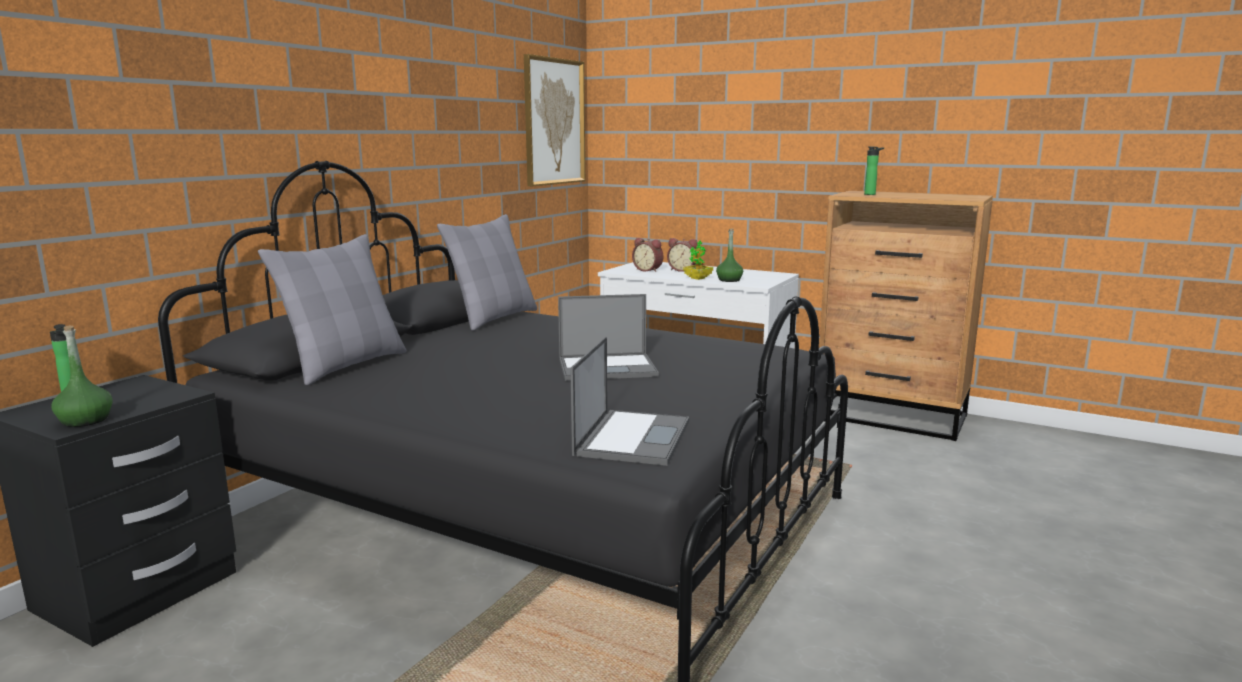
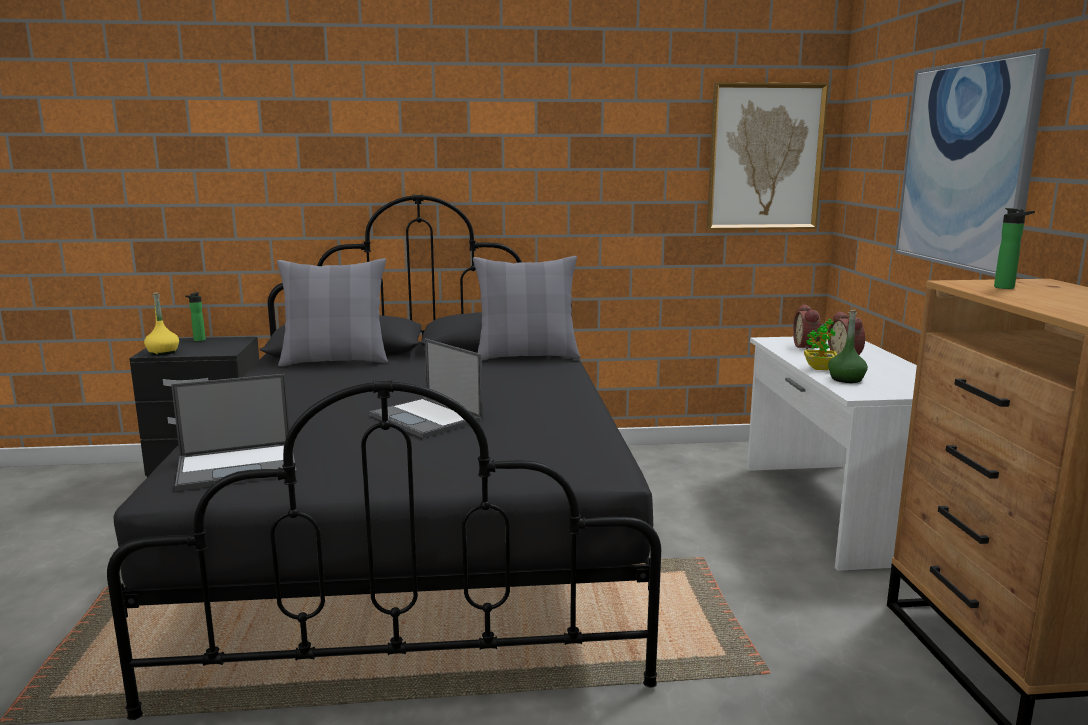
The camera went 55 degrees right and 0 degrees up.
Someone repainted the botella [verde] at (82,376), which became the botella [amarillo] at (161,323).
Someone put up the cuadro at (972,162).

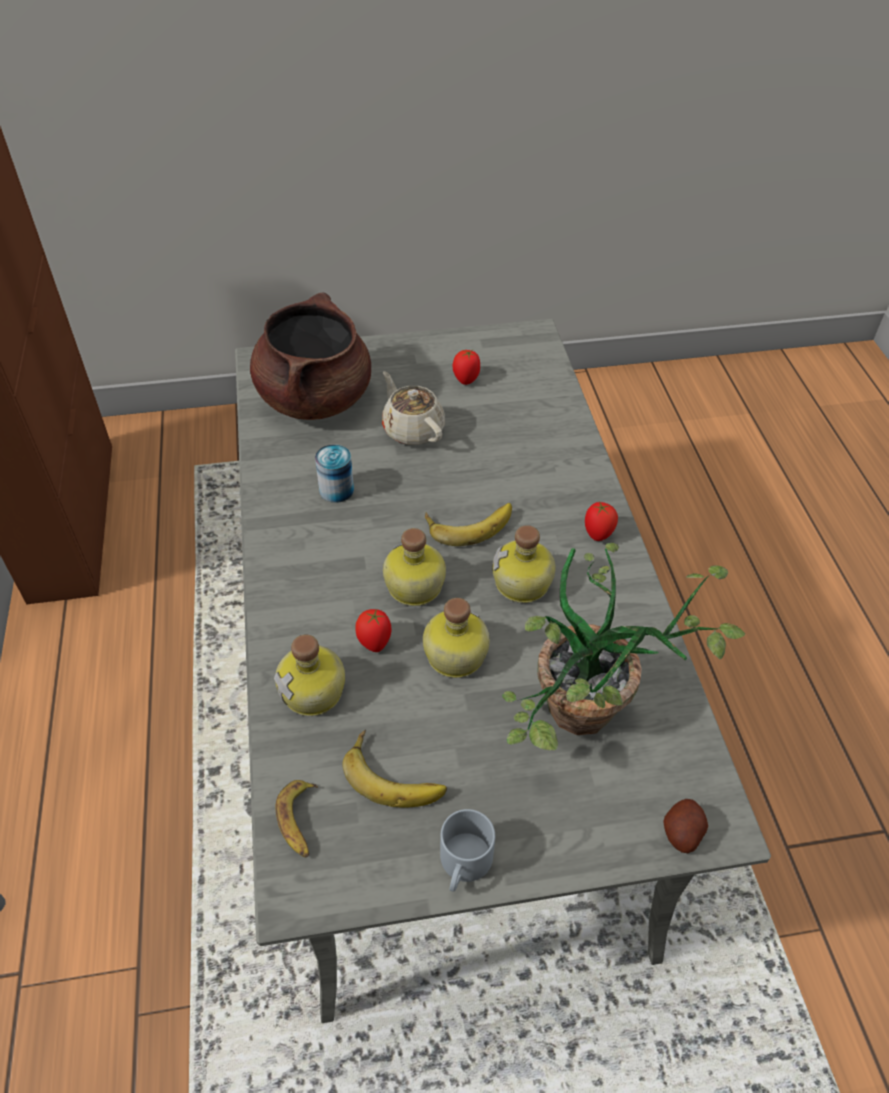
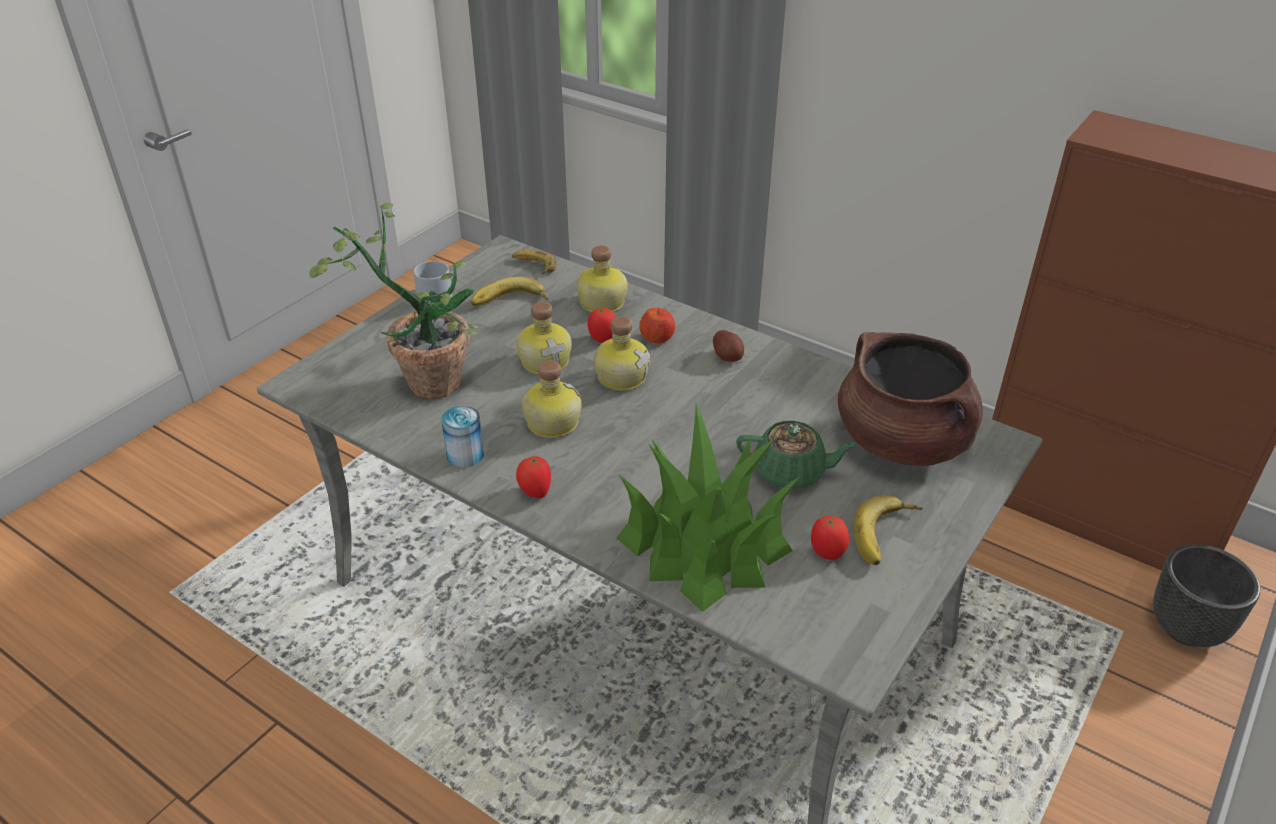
The camera went 135 degrees right and 10 degrees down.
Someone carried the lata from (334,473) to (462,436).
Someone repainted the tetera [beis] at (413,408), which became the tetera [verde] at (796,455).
Someone carried the plátano from (468,524) to (888,530).
Someone carried the patata from (685,826) to (728,346).
Someone put down the planta en maceta at (707,507).
Someone put down the manzana at (657,326).
Someone put down the maceta [negro] at (1206,595).

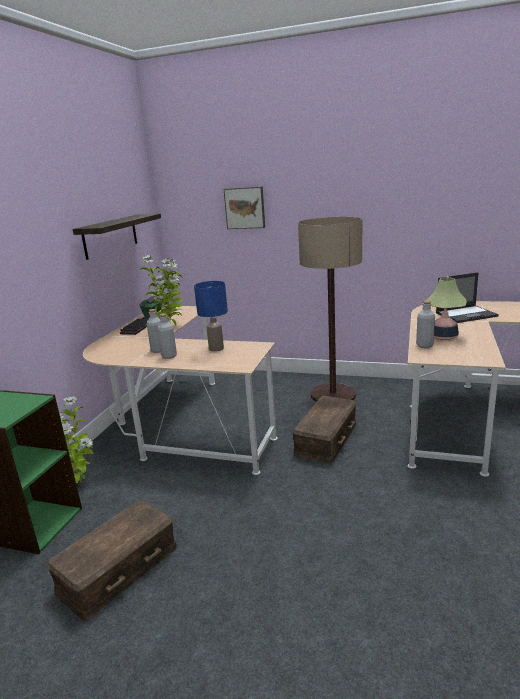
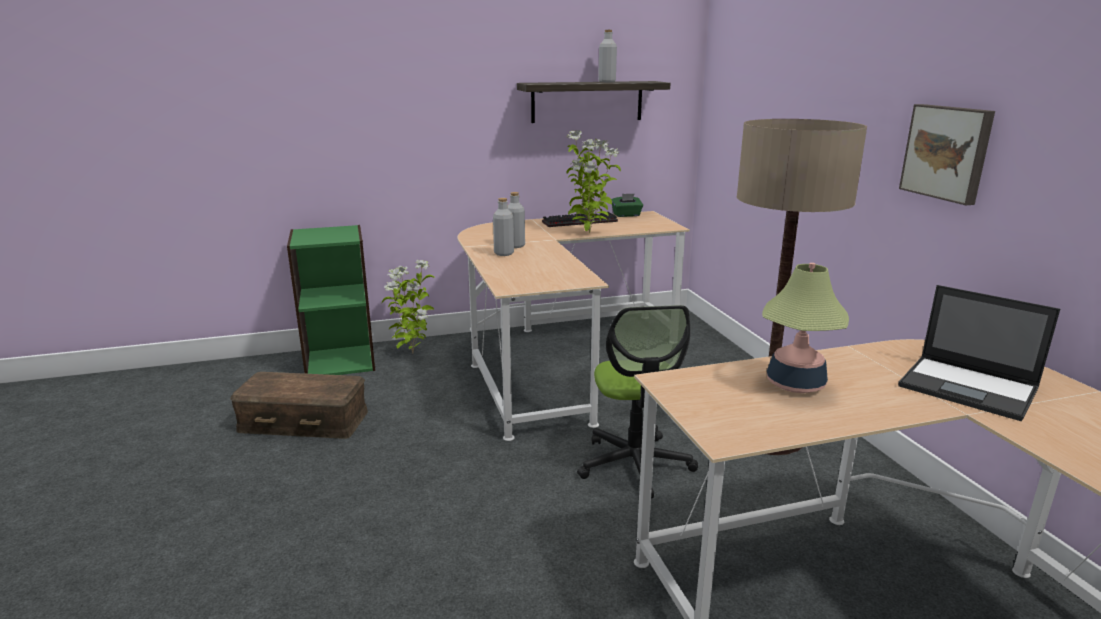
The camera went 55 degrees right and 0 degrees up.
Someone took away the lámpara de mesa [azul] at (211,316).
Someone carried the cuadro from (244,207) to (947,154).
Someone swapped the caja de almacenaje [marrón] at (324,430) for the silla de oficina at (637,401).
Someone carried the botella [gris] from (425,324) to (607,56).

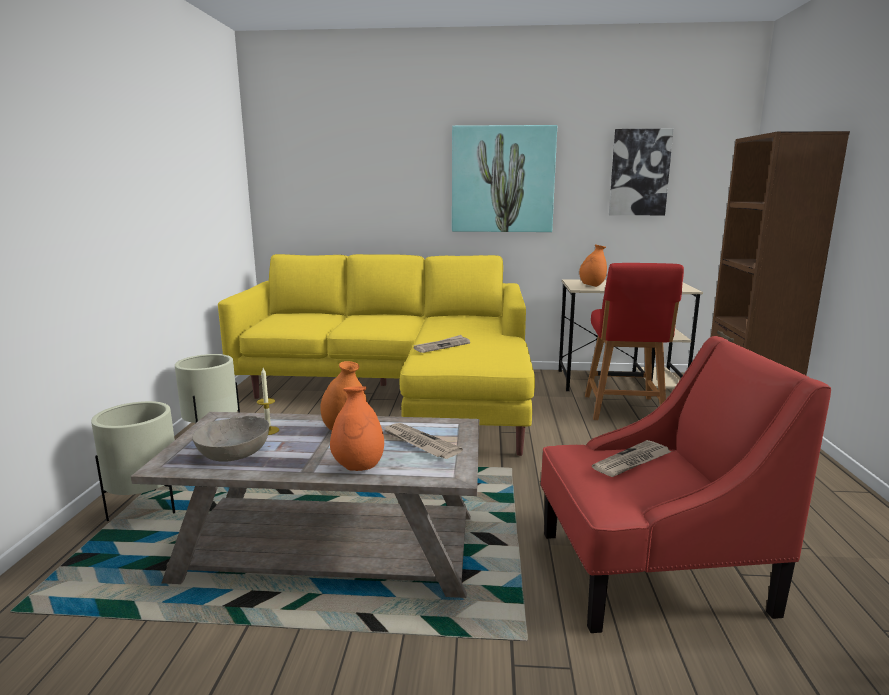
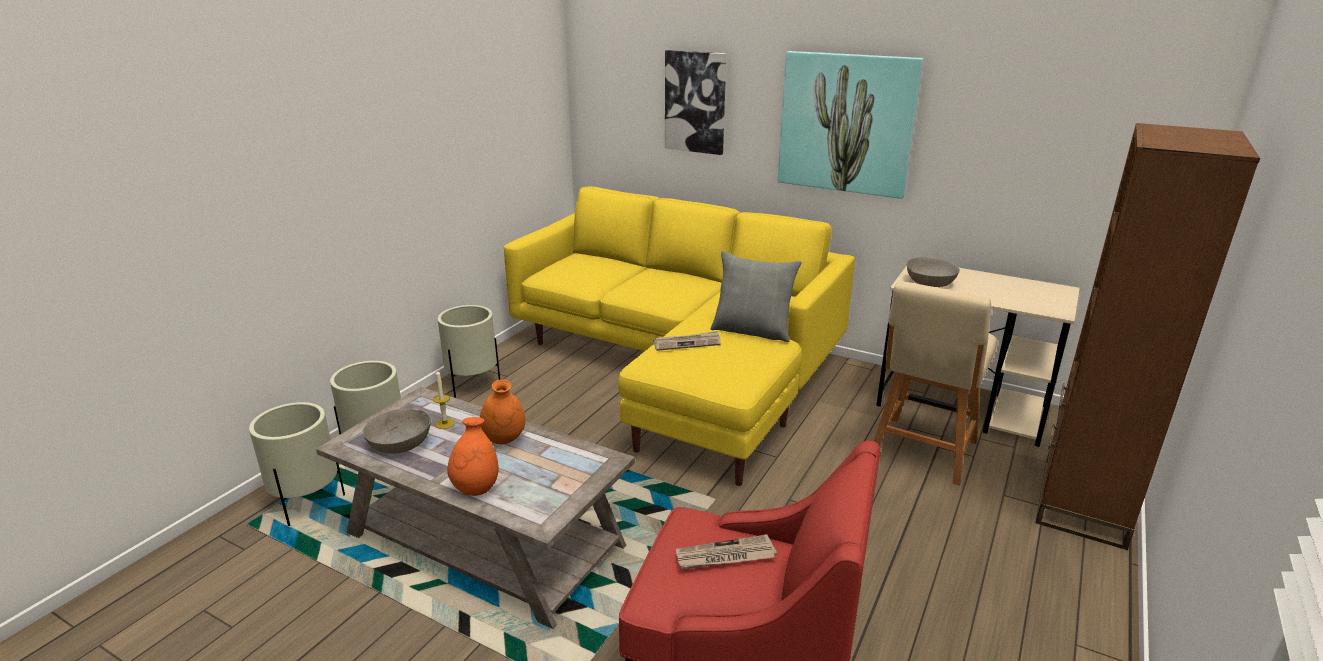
The camera went 25 degrees right and 10 degrees up.
Someone took away the periódico at (422,441).
Someone swapped the florero [naranja] at (593,265) for the cuenco [gris] at (933,272).
Someone repainted the silla [rojo] at (634,341), which became the silla [beis] at (935,383).
Someone carried the cuadro from (641,172) to (696,102).
Someone put down the maceta [beis] at (297,464).
Someone put down the cojín [gris] at (756,296).

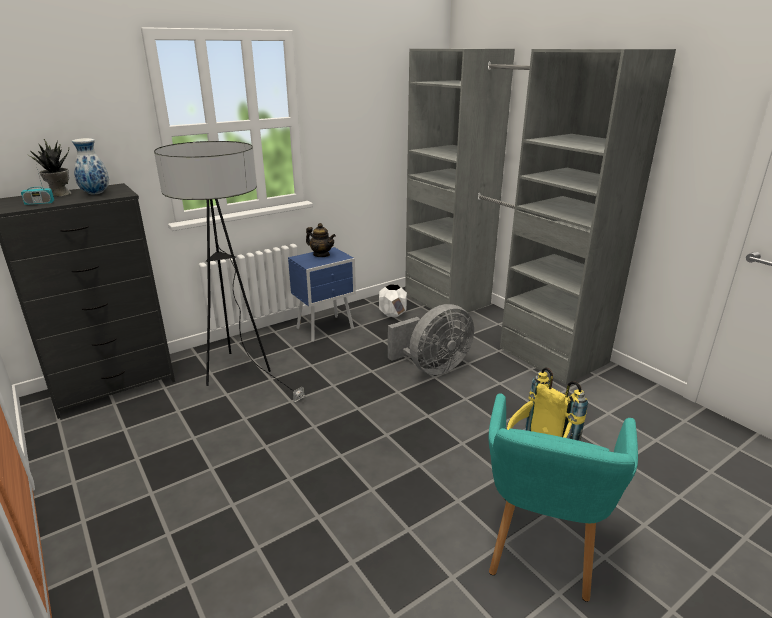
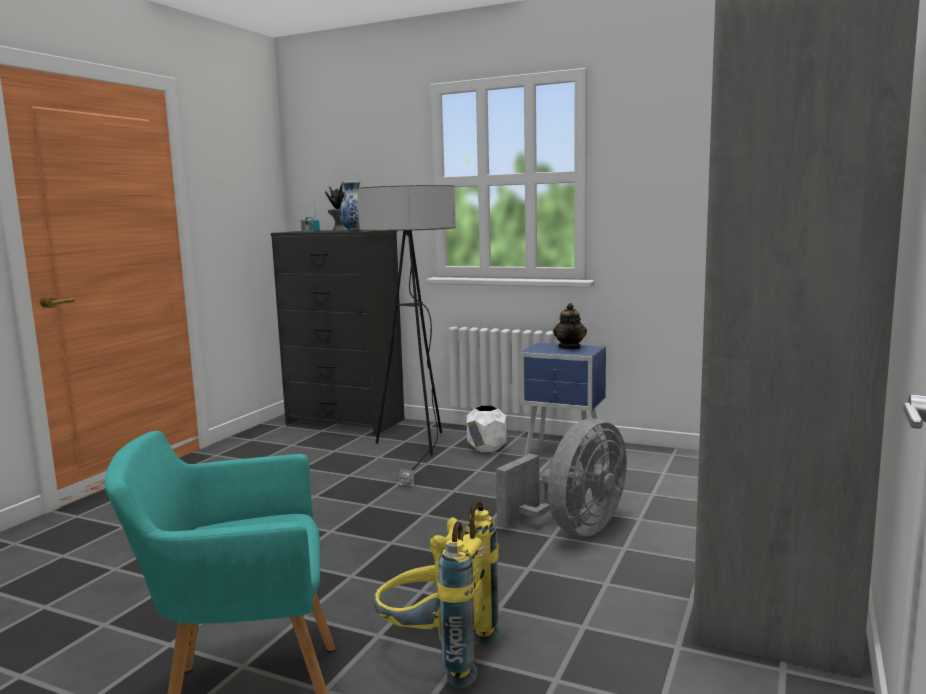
The camera went 60 degrees right and 15 degrees down.
Someone carried the maceta [blanco] from (393,300) to (486,429).
Someone rotated the ventilador [gris] at (431,339) by 75 degrees counterclockwise.

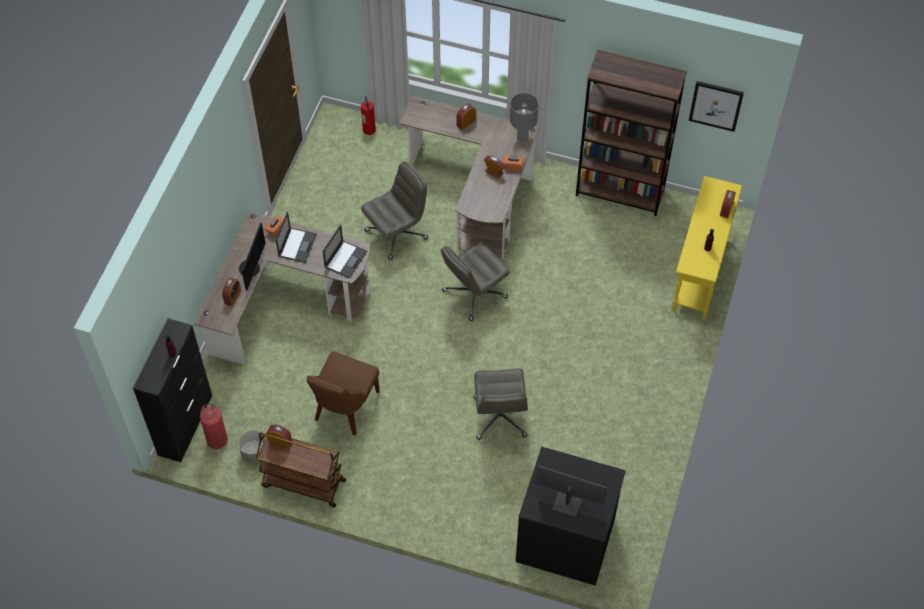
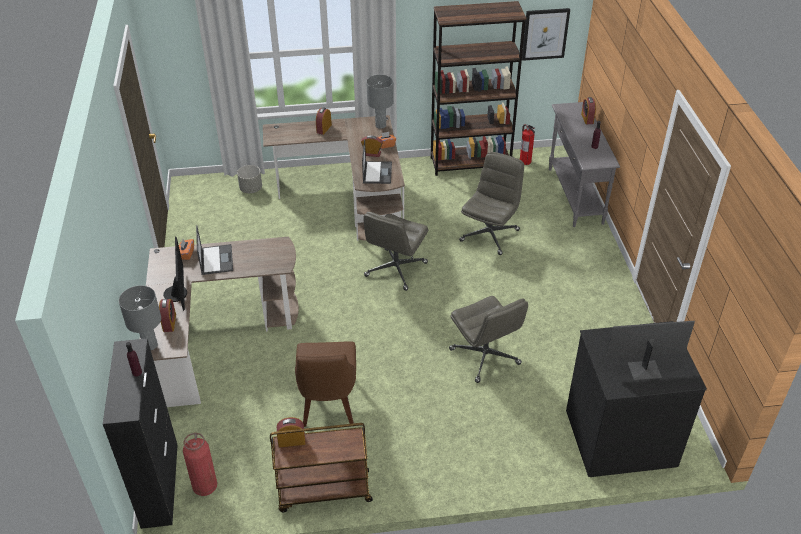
The camera went 25 degrees left and 15 degrees down.
Someone carried the maceta [gris] from (251,447) to (249,179).
Someone carried the portátil from (345,251) to (377,161).
Someone carried the extintor from (368,115) to (527,144).
Someone carried the silla de oficina [gris] from (394,211) to (491,203).
Someone repainted the mesa consola [amarillo] at (707,248), which became the mesa consola [gris] at (584,164).
Someone put down the lámpara de mesa [gris] at (140,317).

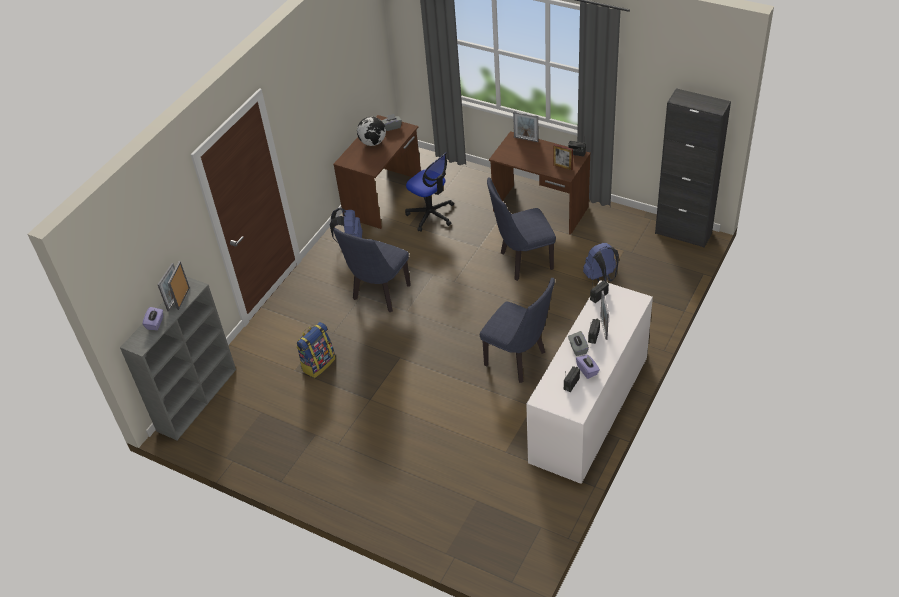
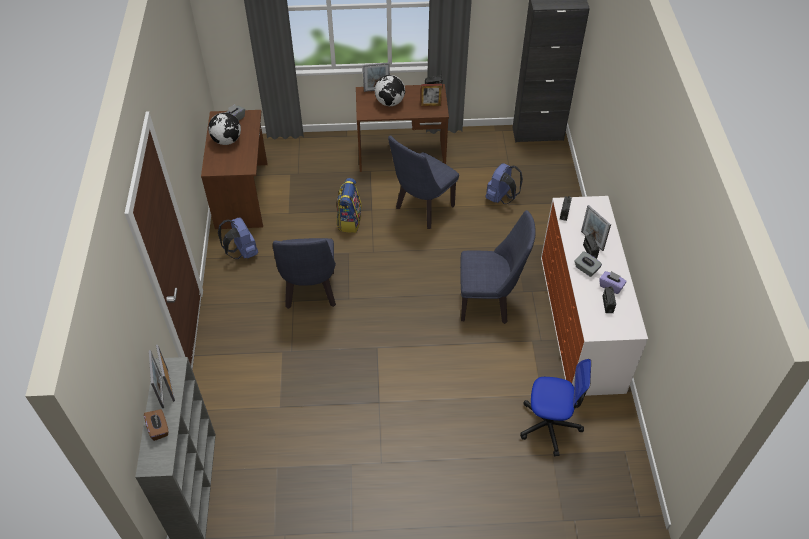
The camera went 35 degrees left and 5 degrees up.
Someone repainted the caja de pañuelos [morado] at (152,318), which became the caja de pañuelos [marrón] at (156,425).
Someone carried the mochila from (316,350) to (349,205).
Someone carried the silla de oficina from (429,192) to (555,407).
Someone put down the globo terráqueo at (390,90).

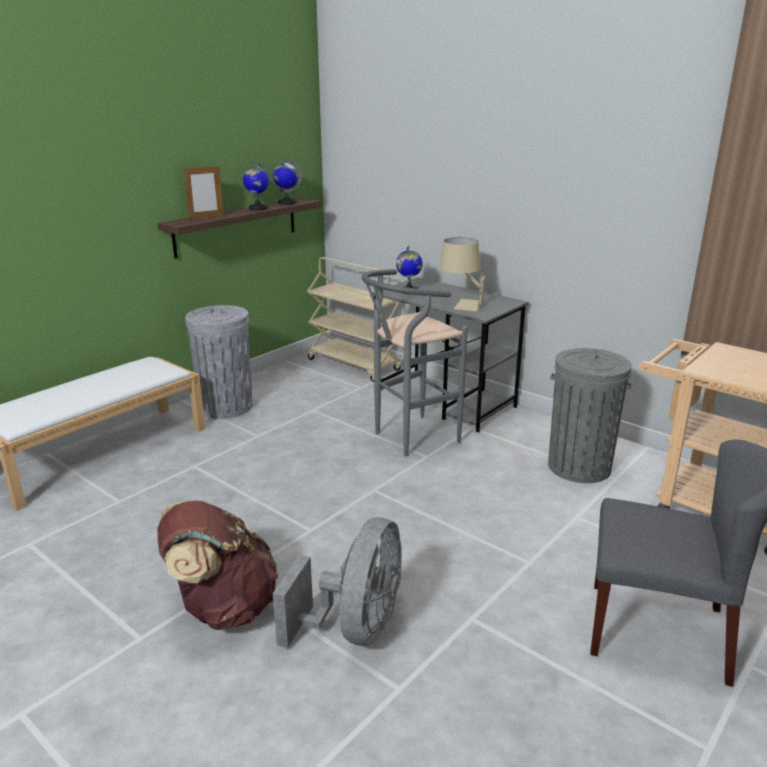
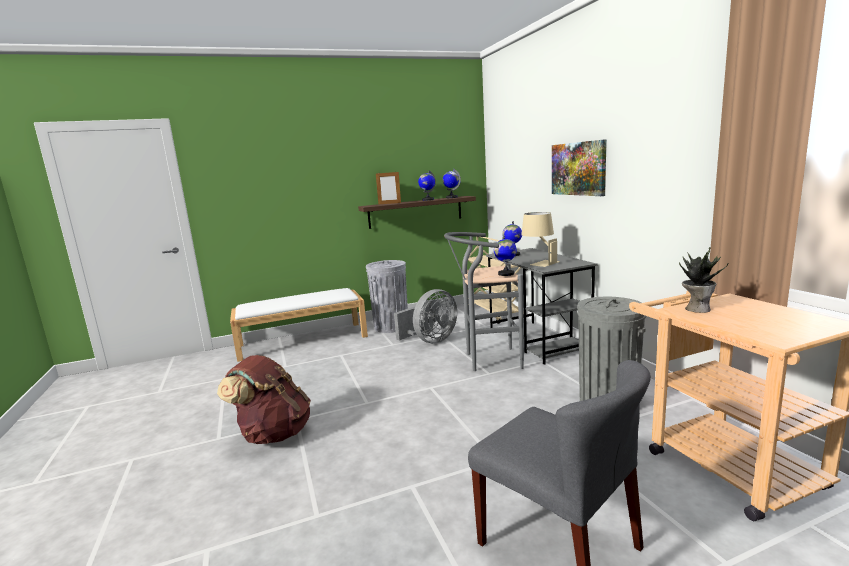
The camera went 30 degrees right and 10 degrees down.
Someone carried the ventilador [gris] from (337,582) to (425,316).
Someone put down the globo terráqueo at (505,256).
Someone put up the cuadro at (579,167).
Someone put down the planta en maceta at (704,280).

